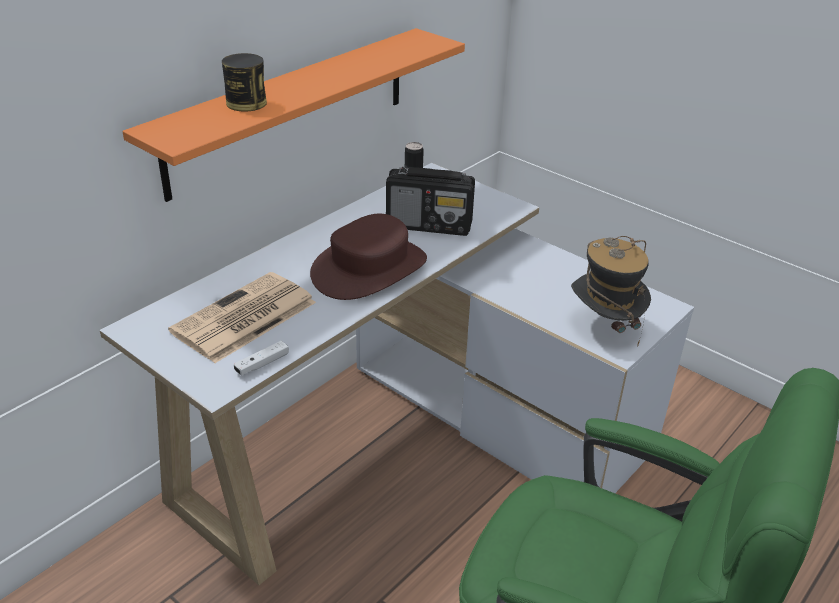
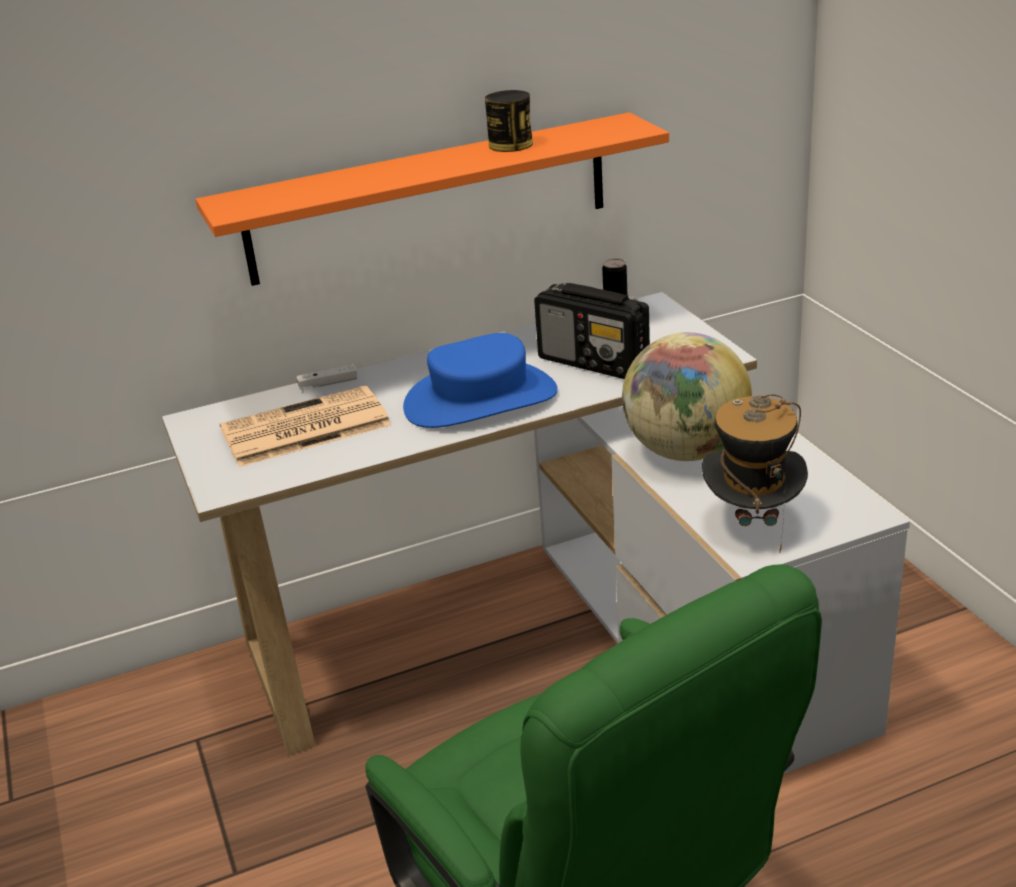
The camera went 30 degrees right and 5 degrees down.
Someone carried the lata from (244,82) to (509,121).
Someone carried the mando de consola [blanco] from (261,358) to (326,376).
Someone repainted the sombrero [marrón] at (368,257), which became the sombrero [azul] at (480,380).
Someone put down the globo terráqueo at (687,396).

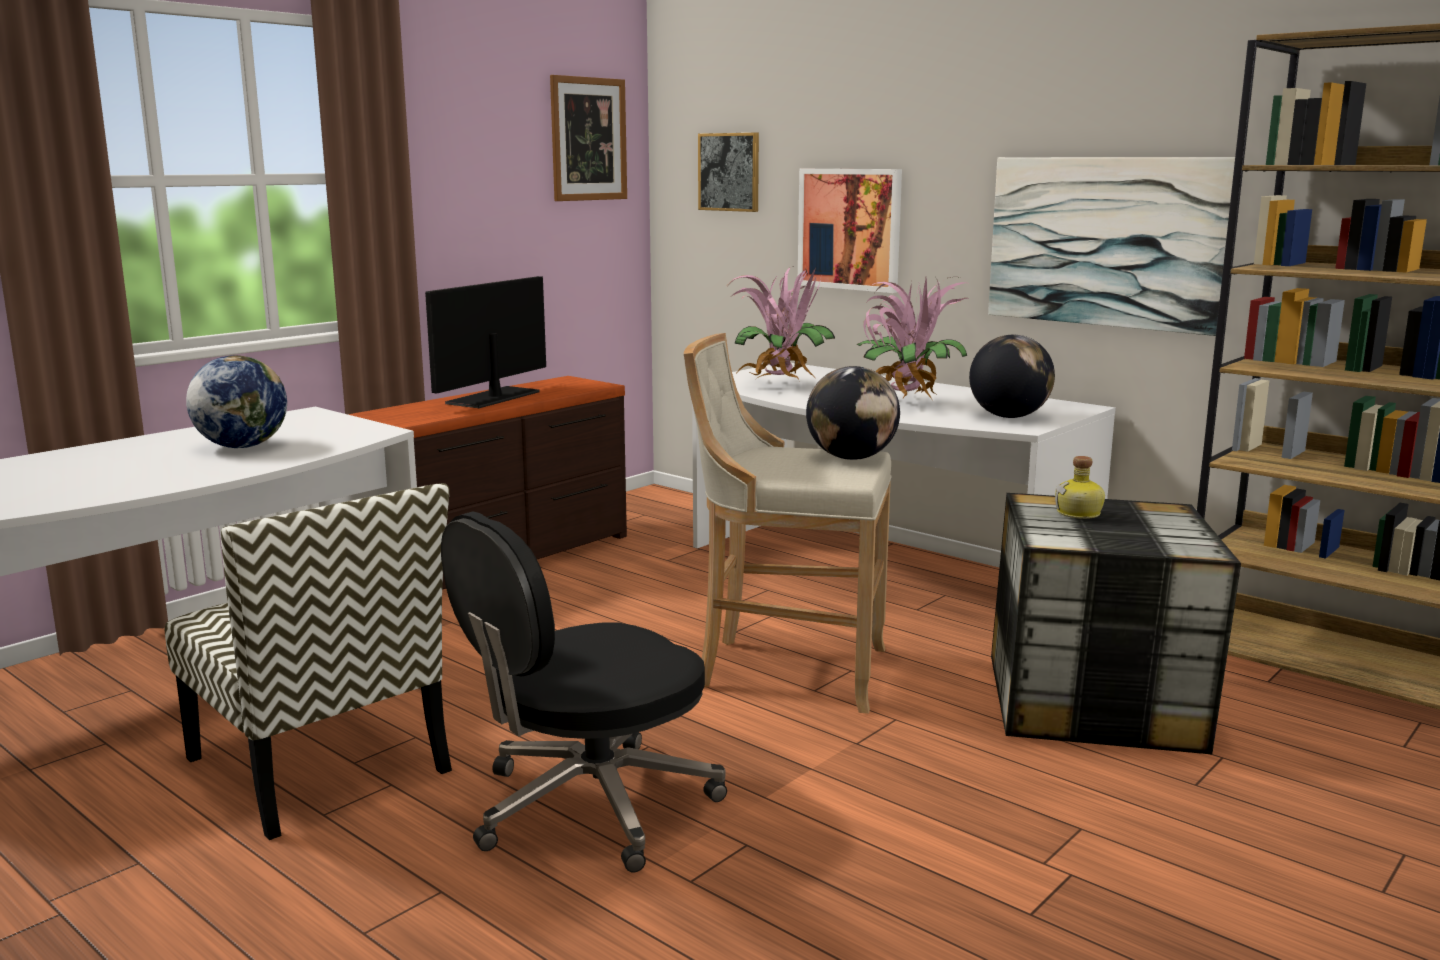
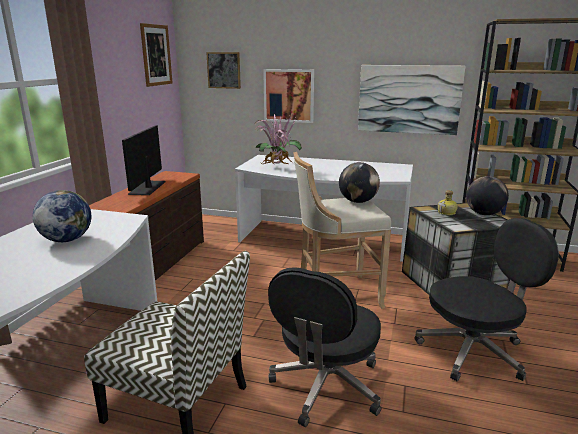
The camera went 25 degrees left and 5 degrees up.
Someone took away the planta en maceta at (911,338).
Someone carried the globo terráqueo from (1012,376) to (487,195).
Someone put down the silla de oficina [negro] at (486,299).

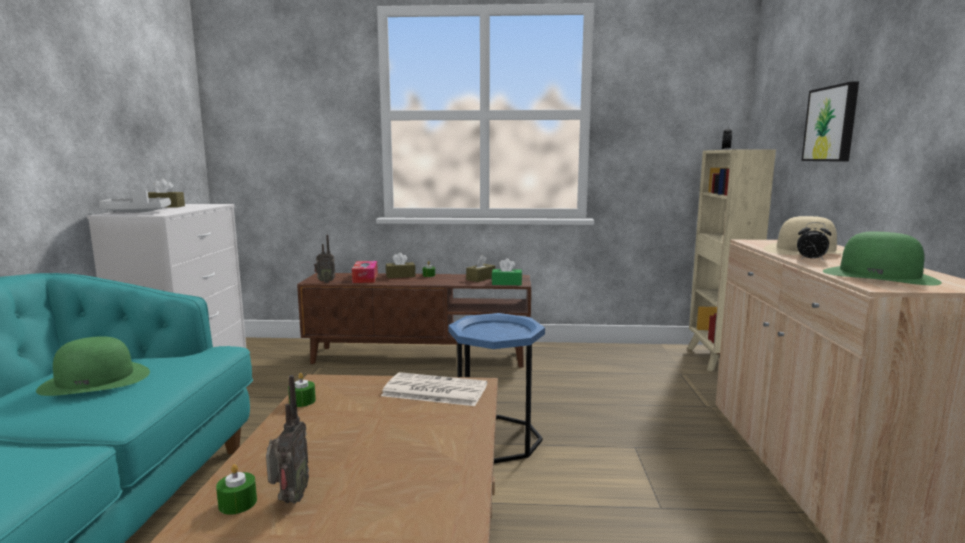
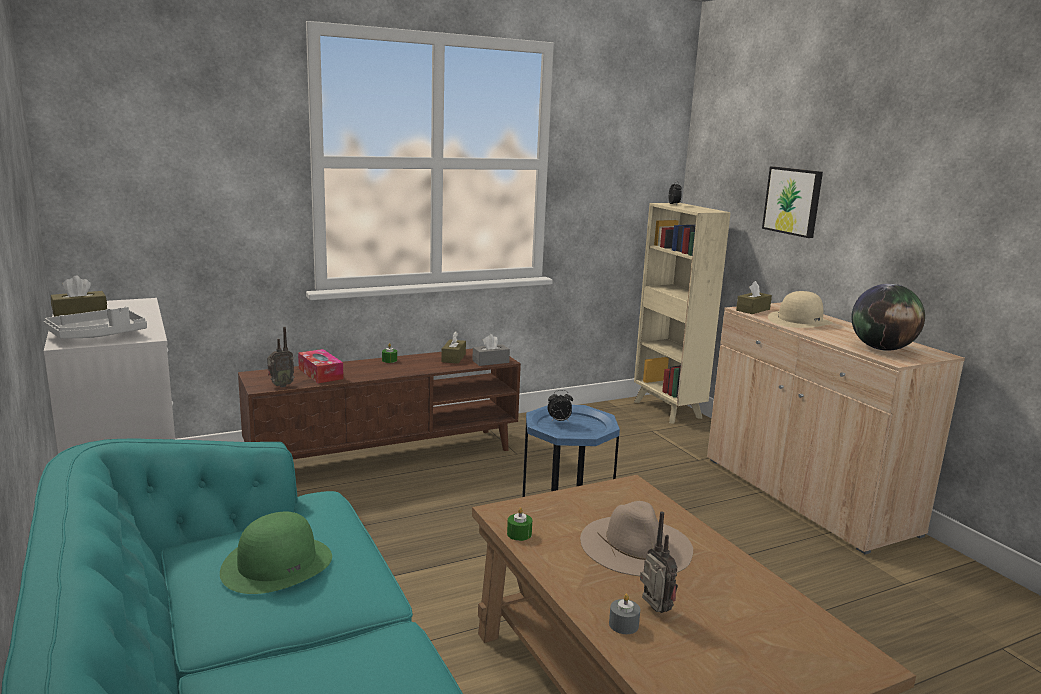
The camera went 30 degrees left and 5 degrees up.
Someone repainted the vela [verde] at (236,489), which became the vela [gris] at (624,614).
Someone took away the periódico at (434,389).
Someone carried the caja de pañuelos [marrón] from (401,265) to (754,297).
Someone repainted the caja de pañuelos [verde] at (507,271), which became the caja de pañuelos [gris] at (491,350).
Someone carried the despertador from (814,241) to (560,406).
Someone swapped the sombrero [verde] at (882,258) for the globo terráqueo at (888,317).
Someone put down the sombrero [beis] at (636,538).

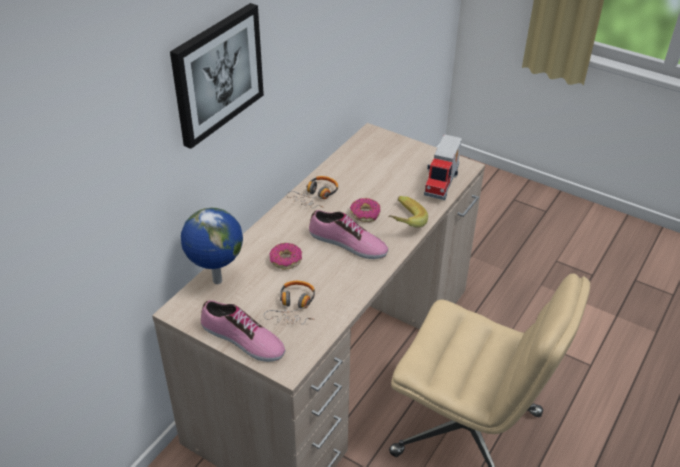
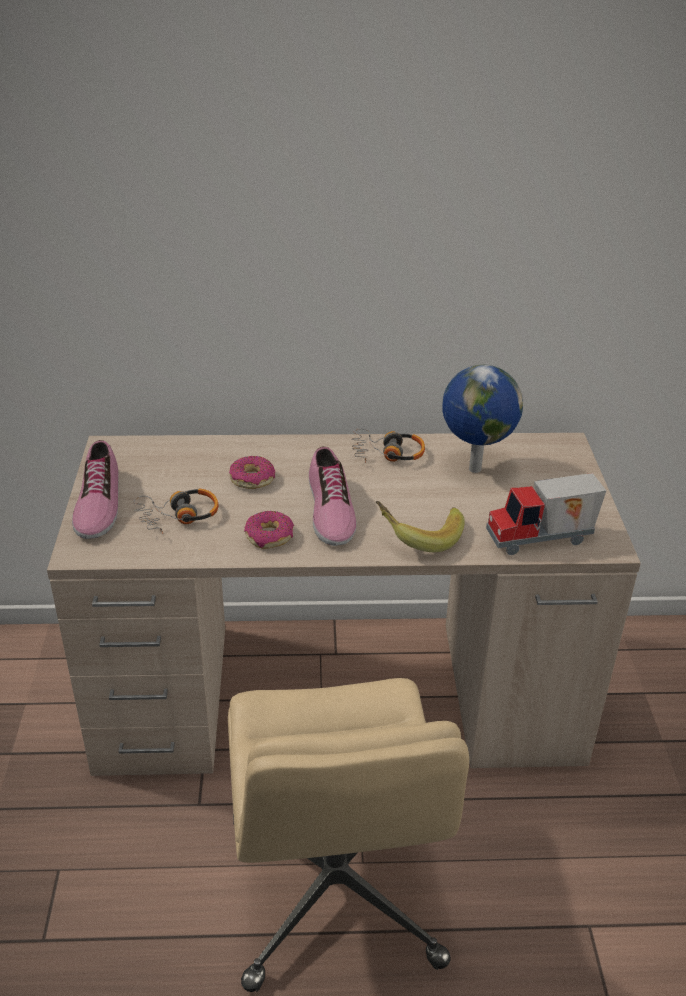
The camera went 55 degrees right and 5 degrees down.
Someone took away the cuadro at (217,76).
Someone carried the globo terráqueo from (212,246) to (482,419).
Someone carried the rosquilla from (365,210) to (269,530).

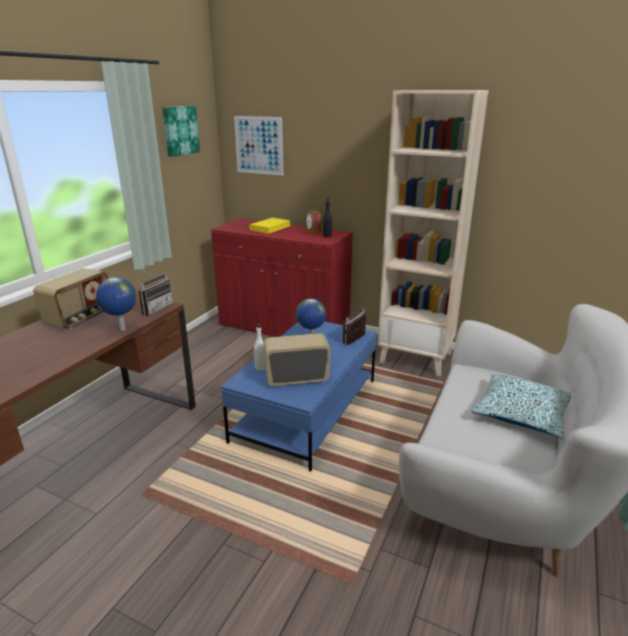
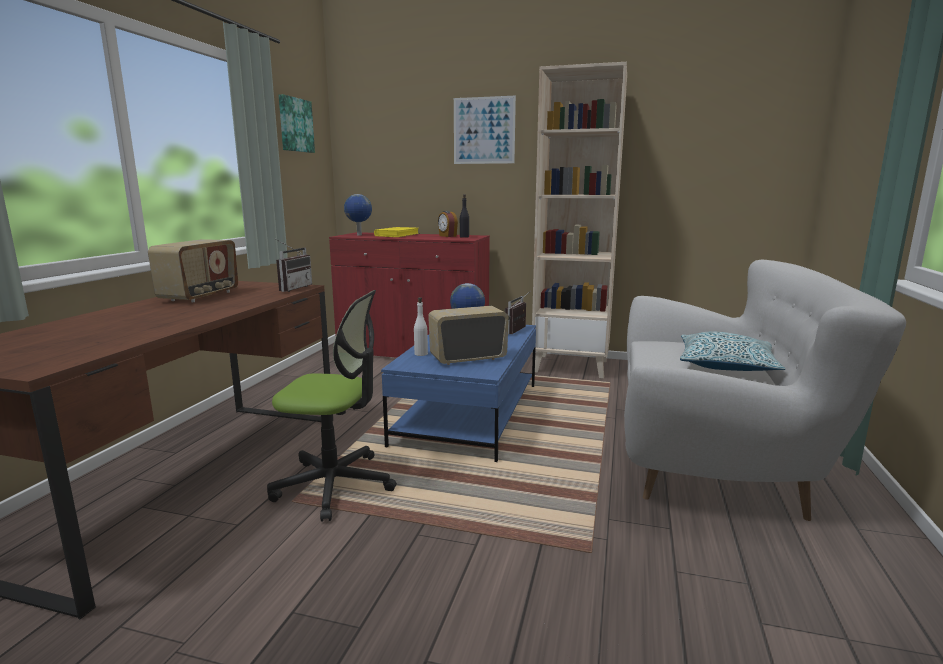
The camera went 10 degrees left and 10 degrees down.
Someone carried the globo terráqueo from (116,304) to (358,214).
Someone carried the cuadro from (258,145) to (485,130).
Someone put down the silla de oficina at (332,406).

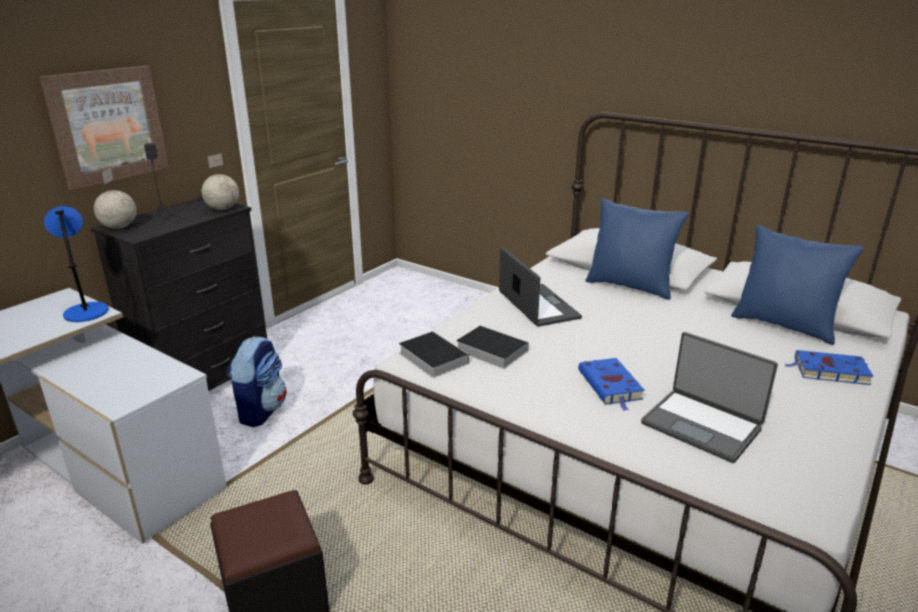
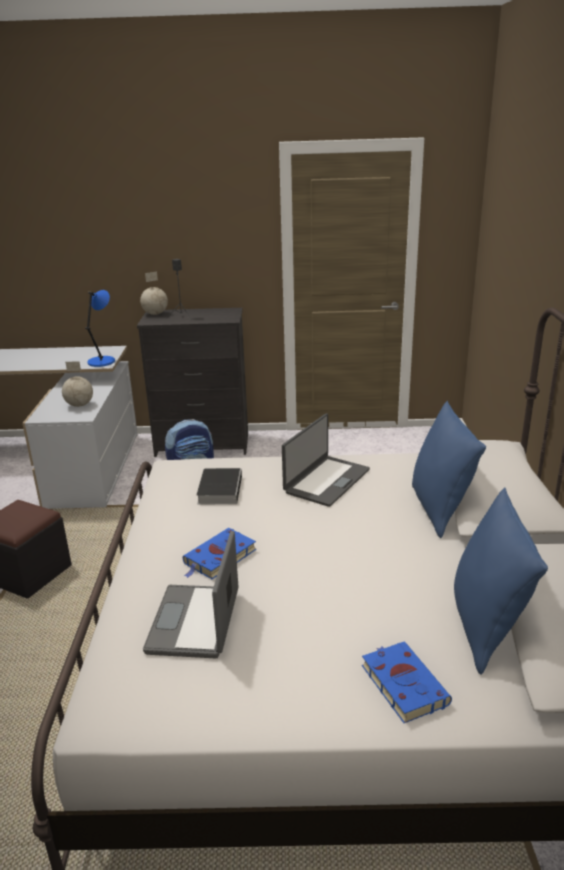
The camera went 55 degrees right and 0 degrees up.
Someone took away the cuadro at (104,127).
Someone carried the globo terráqueo from (220,181) to (77,384).
Someone took away the libro at (434,354).

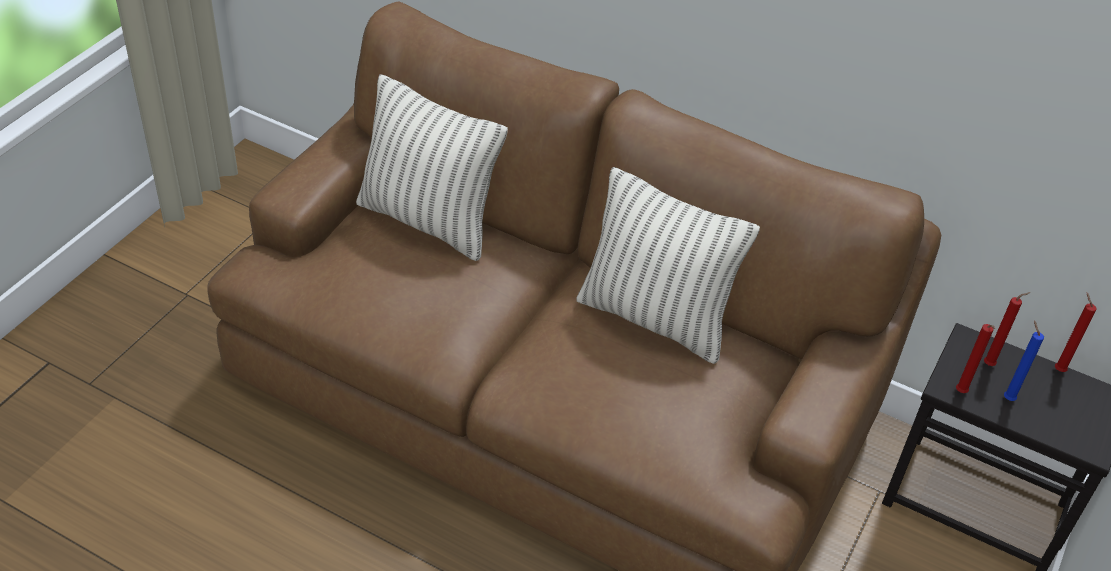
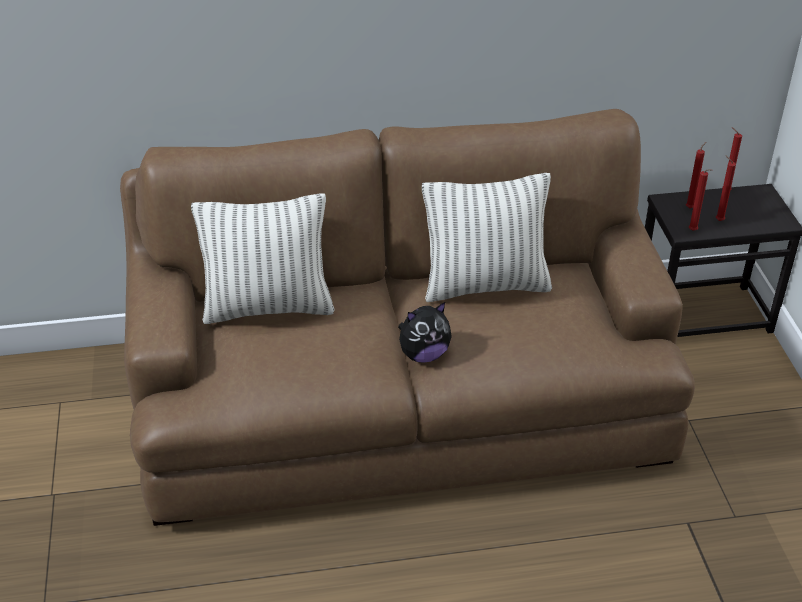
The camera went 35 degrees left and 5 degrees down.
Someone repainted the vela [azul] at (1024,361), which became the vela [rojo] at (726,188).
Someone put down the peluche at (425,332).

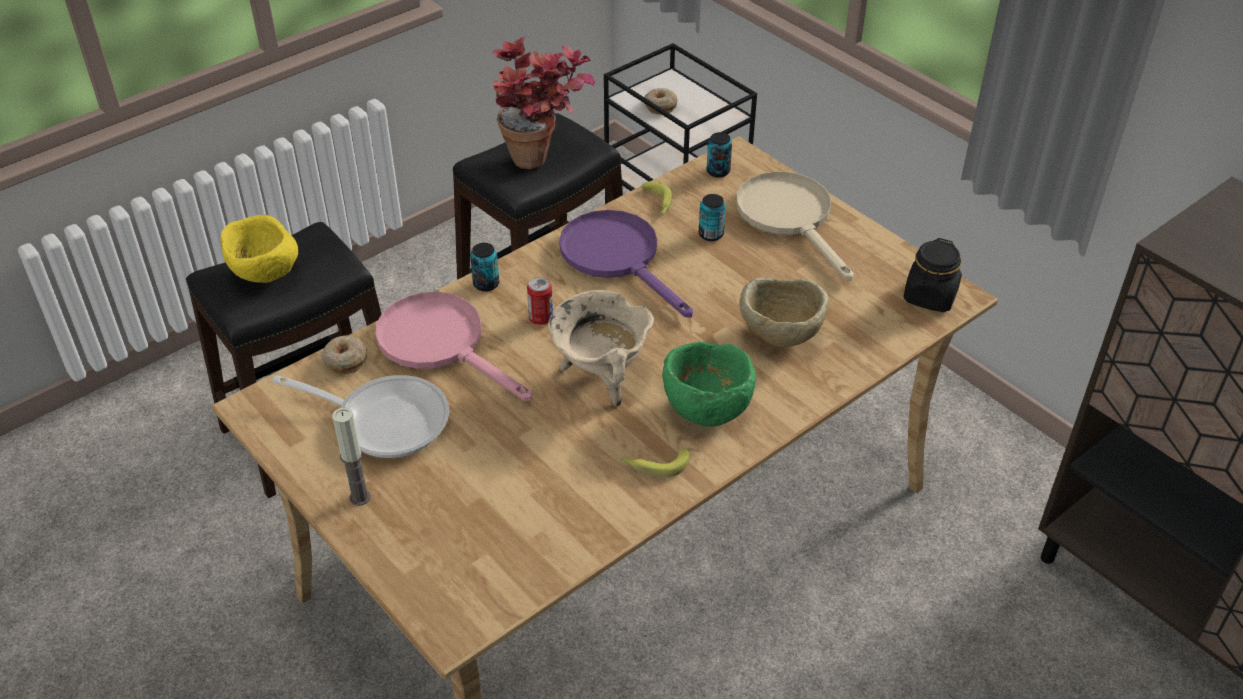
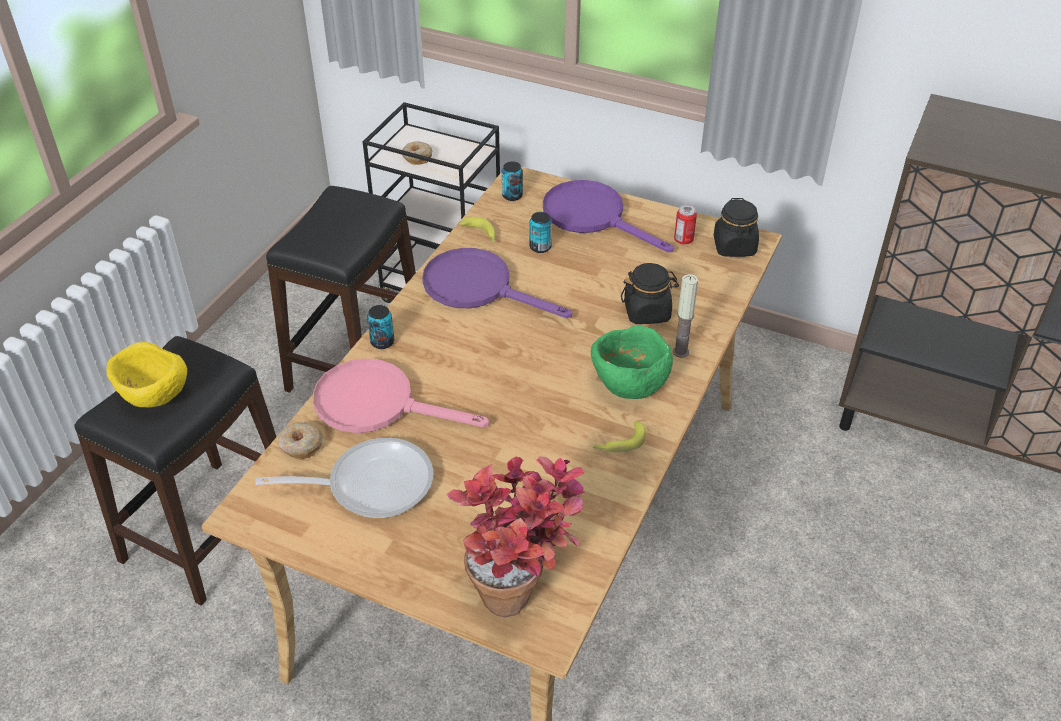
The camera went 25 degrees left and 0 degrees up.
Someone carried the vela from (351,456) to (685,316).
Someone carried the planta en maceta from (544,102) to (515,537).
Someone carried the lata from (540,301) to (685,225).
Someone took away the olla [beis] at (601,348).
Someone repainted the sartén [beis] at (795,226), which became the sartén [morado] at (608,216).
Someone swapped the cuenco [beis] at (784,312) for the tarro [negro] at (650,293).

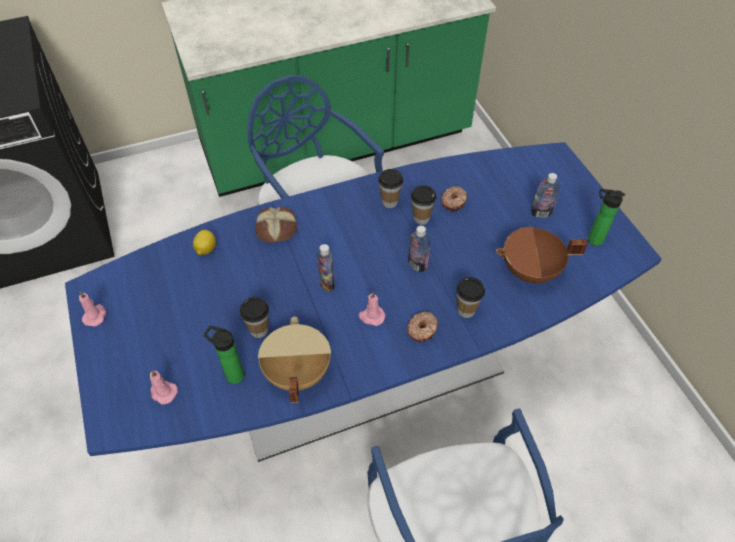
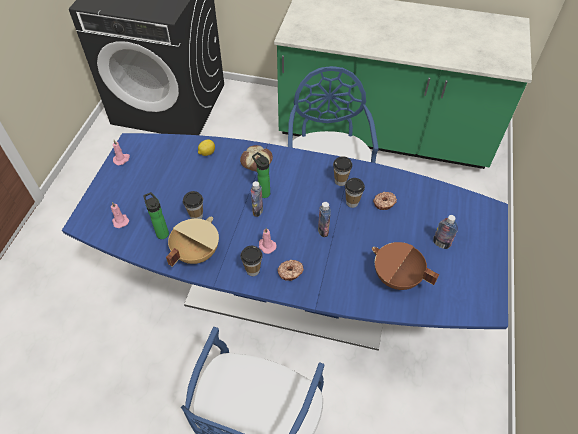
The camera went 35 degrees right and 0 degrees up.
Someone carried the taza from (470,297) to (251,261).
Someone carried the botella from (606,217) to (261,175).

